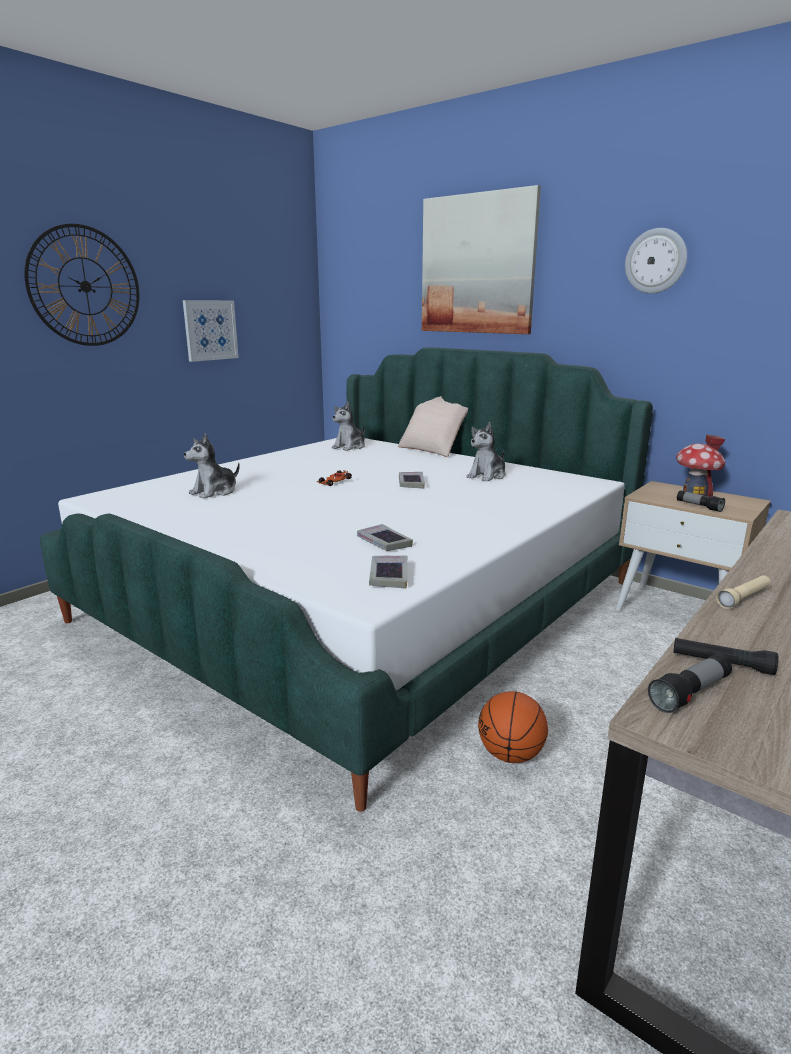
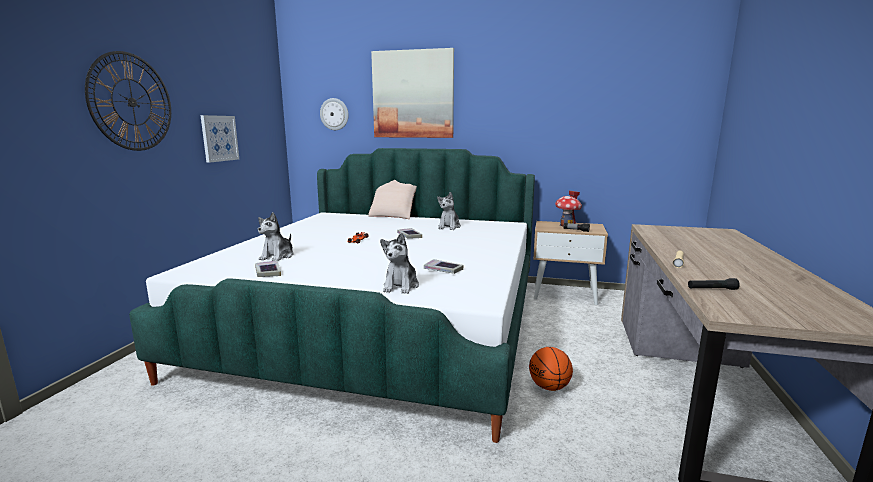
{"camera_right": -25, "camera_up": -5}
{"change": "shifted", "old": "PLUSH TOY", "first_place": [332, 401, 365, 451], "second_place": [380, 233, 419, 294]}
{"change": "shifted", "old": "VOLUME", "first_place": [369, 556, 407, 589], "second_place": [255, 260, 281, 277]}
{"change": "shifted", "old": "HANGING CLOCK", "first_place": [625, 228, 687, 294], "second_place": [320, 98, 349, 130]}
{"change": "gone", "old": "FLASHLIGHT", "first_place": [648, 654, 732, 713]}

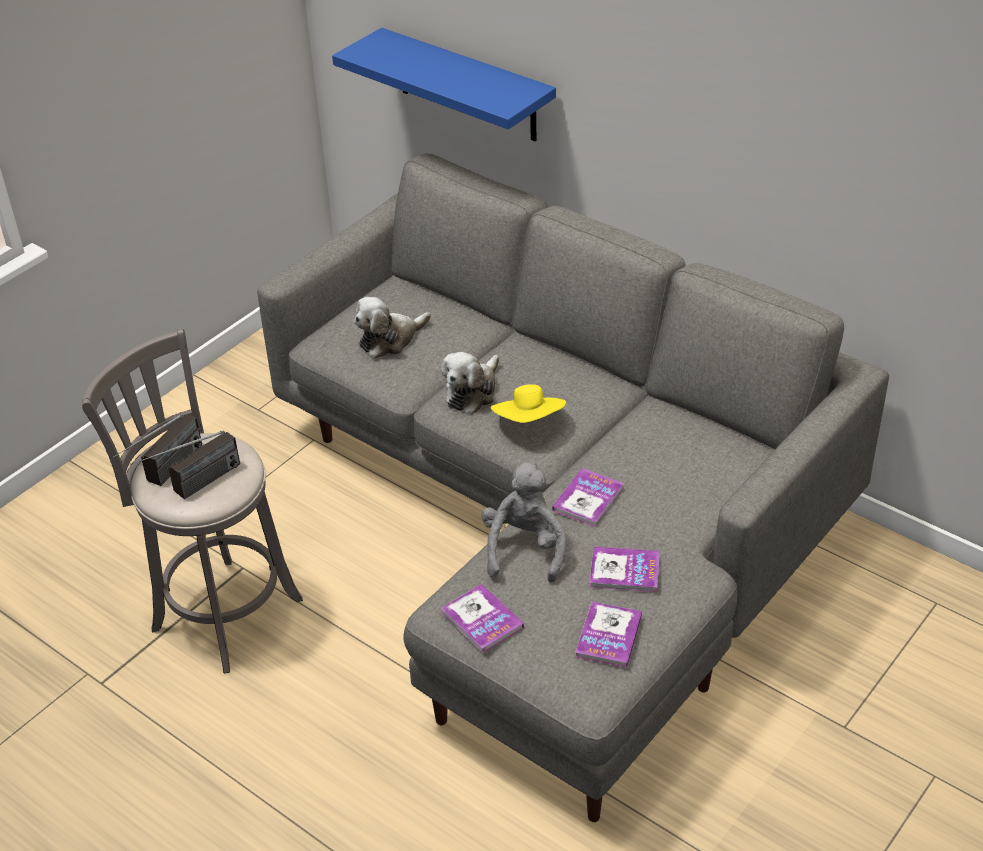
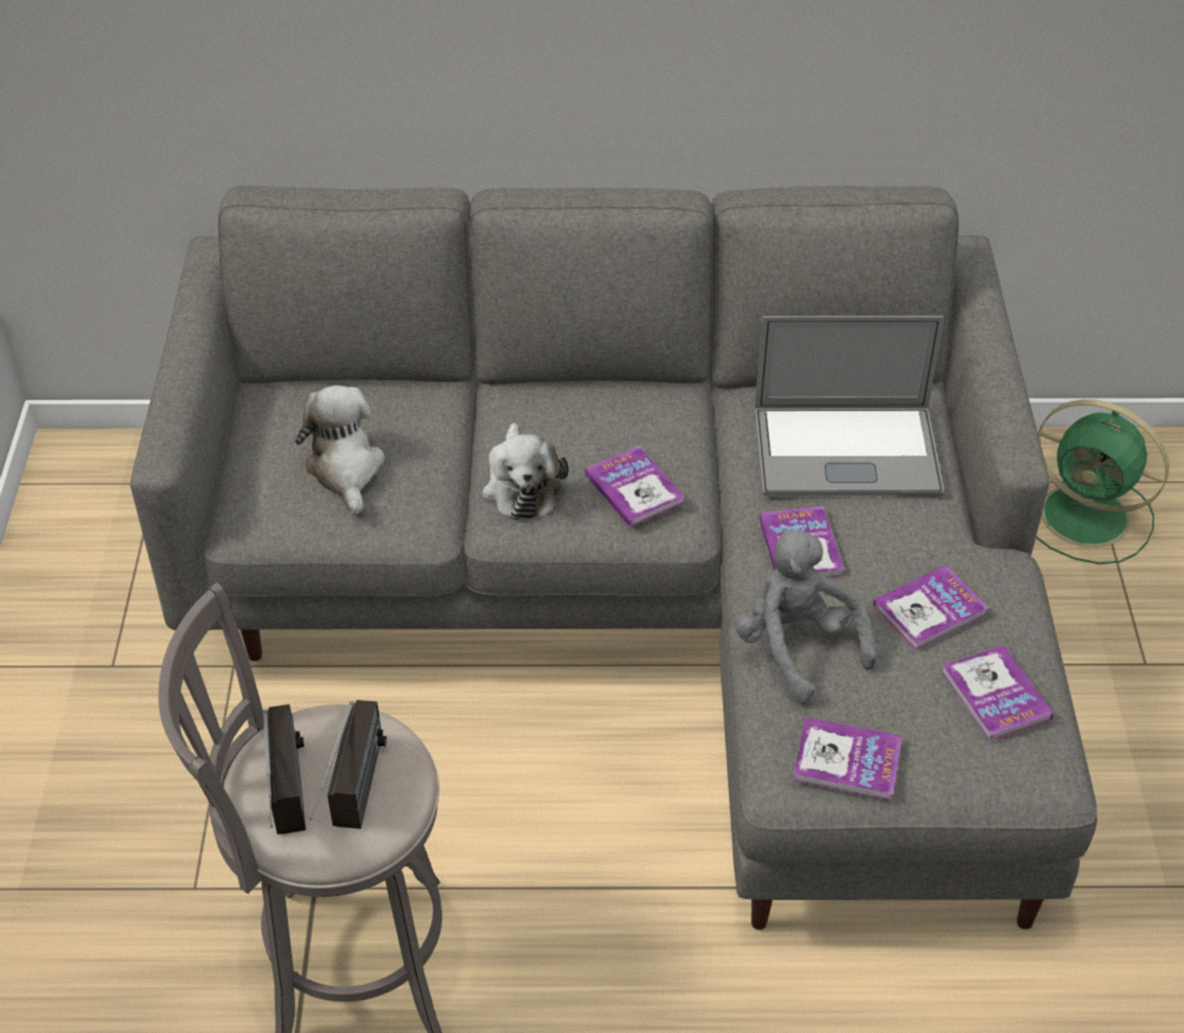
{"camera_right": -40, "camera_up": 5}
{"change": "gone", "old": "BLUE BRACKET SHELF", "first_place": [332, 28, 556, 141]}
{"change": "rotated", "old": "PLUSH TOY", "first_place": [354, 297, 431, 358], "second_place": [295, 385, 385, 516], "degrees": 150}
{"change": "swapped", "old": "YELLOW HAT", "new": "VOLUME", "first_place": [491, 384, 566, 423], "second_place": [585, 446, 685, 527]}
{"change": "new", "new": "LAPTOP", "second_place": [755, 316, 944, 496]}
{"change": "new", "new": "GREEN FAN", "second_place": [1036, 399, 1169, 564]}

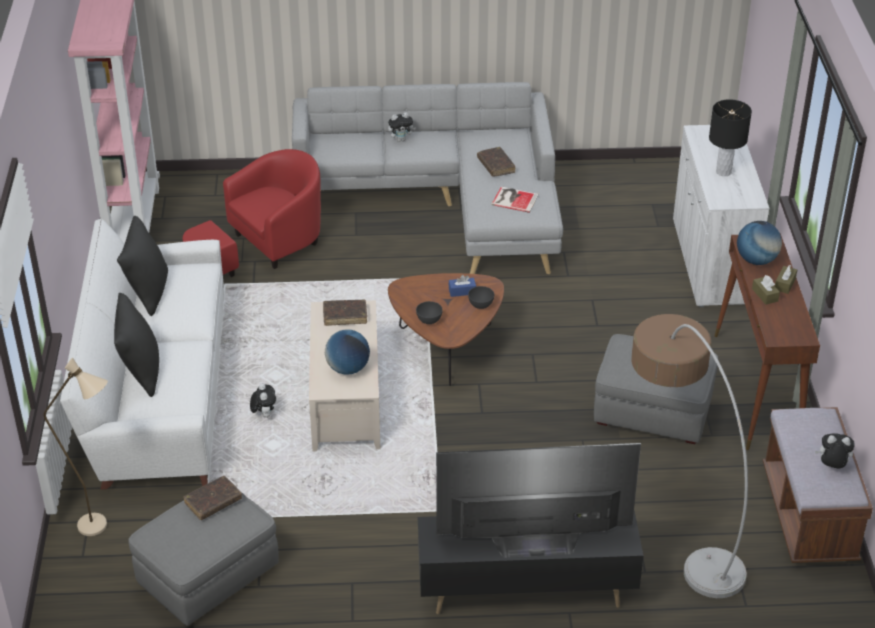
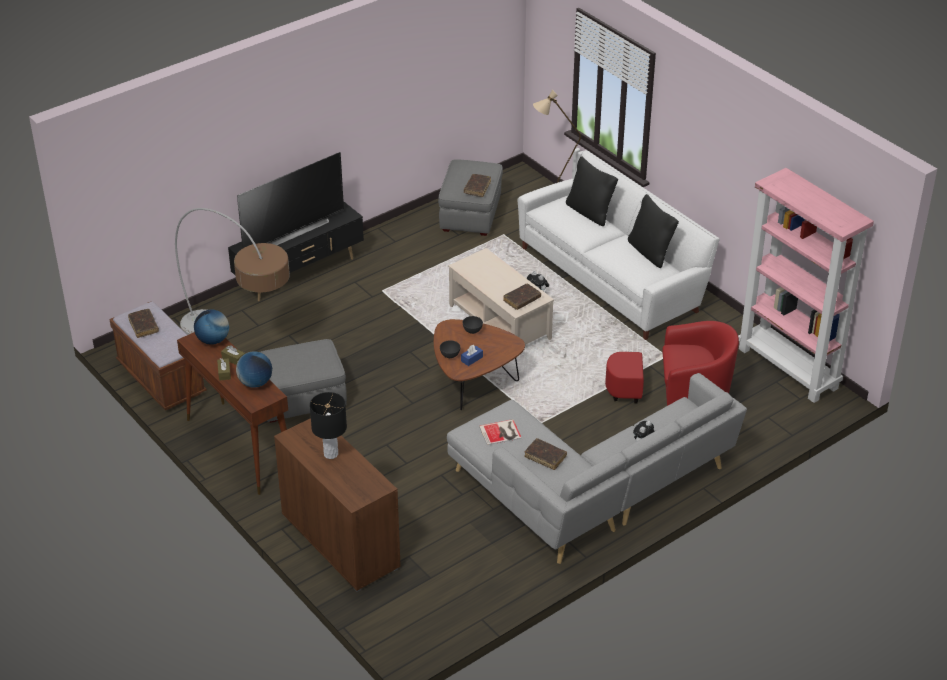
{"camera_right": 145, "camera_up": 0}
{"change": "rotated", "old": "RED-COLOURED EASY CHAIR", "first_place": [183, 149, 321, 277], "second_place": [605, 321, 739, 406], "degrees": -105}
{"change": "shifted", "old": "DESK GLOBE", "first_place": [325, 329, 370, 375], "second_place": [194, 309, 229, 345]}
{"change": "repainted", "old": "WHITE-COLOURED STORAGE CABINET", "new": "BROWN-COLOURED STORAGE CABINET", "first_place": [673, 125, 769, 307], "second_place": [274, 418, 401, 592]}
{"change": "swapped", "old": "PLUSH TOY", "new": "BROWN-COLOURED VOLUME", "first_place": [815, 433, 855, 469], "second_place": [128, 309, 159, 338]}

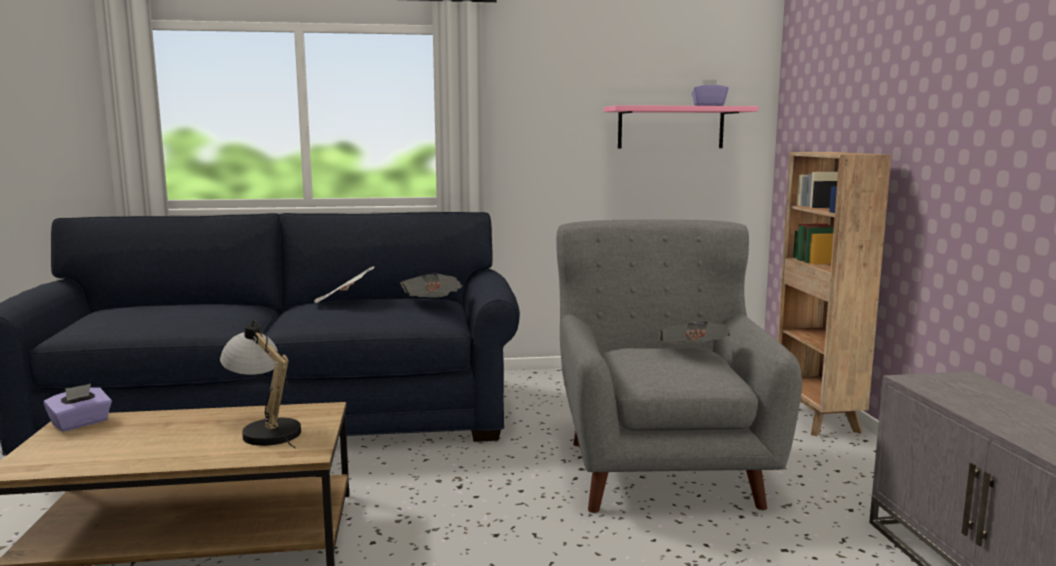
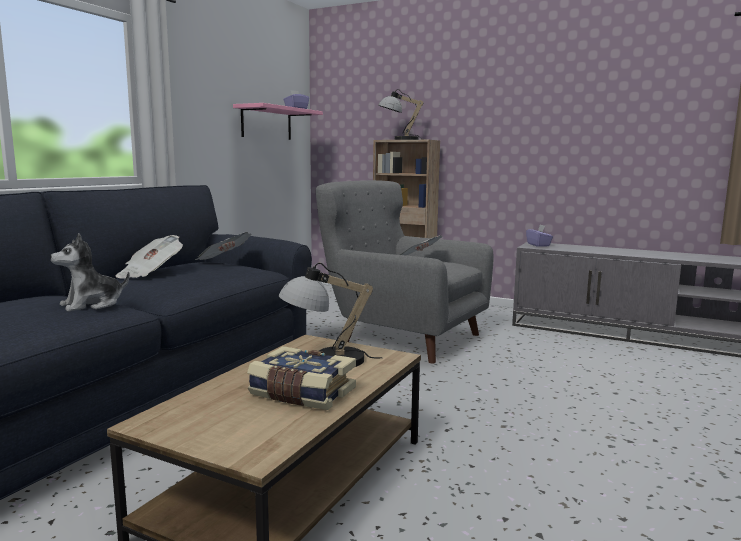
{"camera_right": -55, "camera_up": 0}
{"change": "shifted", "old": "PURPLE TISSUE BOX", "first_place": [43, 384, 112, 432], "second_place": [526, 225, 553, 247]}
{"change": "new", "new": "PLUSH TOY", "second_place": [50, 233, 130, 312]}
{"change": "new", "new": "VOLUME", "second_place": [247, 346, 356, 410]}
{"change": "new", "new": "TABLE LAMP", "second_place": [379, 89, 428, 140]}

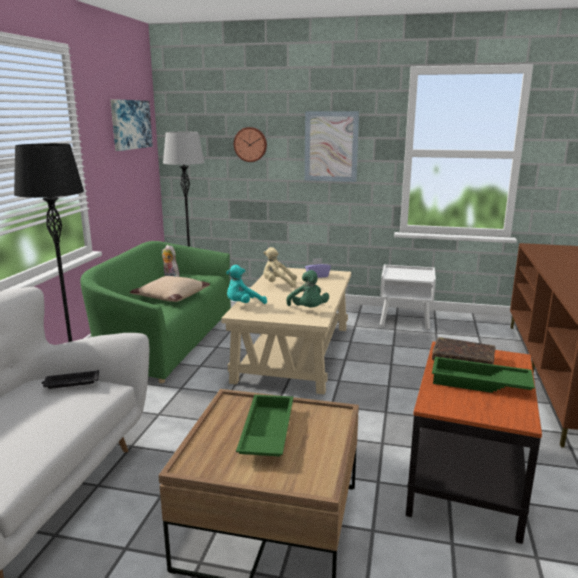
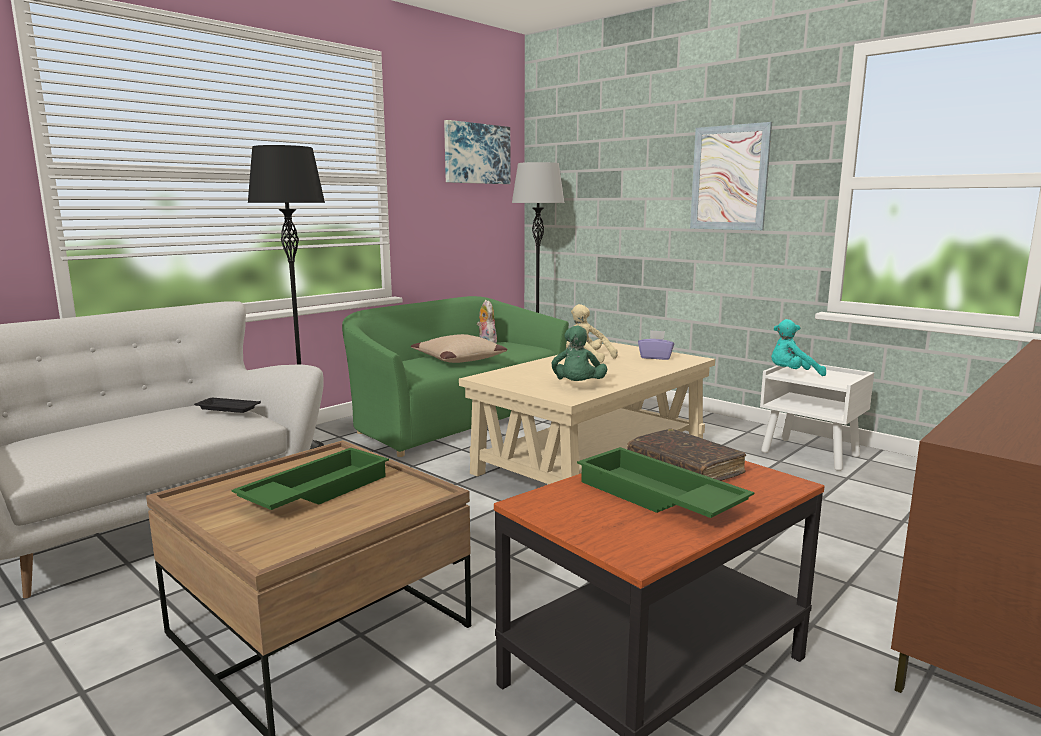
{"camera_right": 30, "camera_up": -5}
{"change": "shifted", "old": "TURQUOISE PLUSH TOY", "first_place": [226, 265, 267, 304], "second_place": [771, 319, 826, 376]}
{"change": "gone", "old": "HANGING CLOCK", "first_place": [234, 127, 267, 162]}

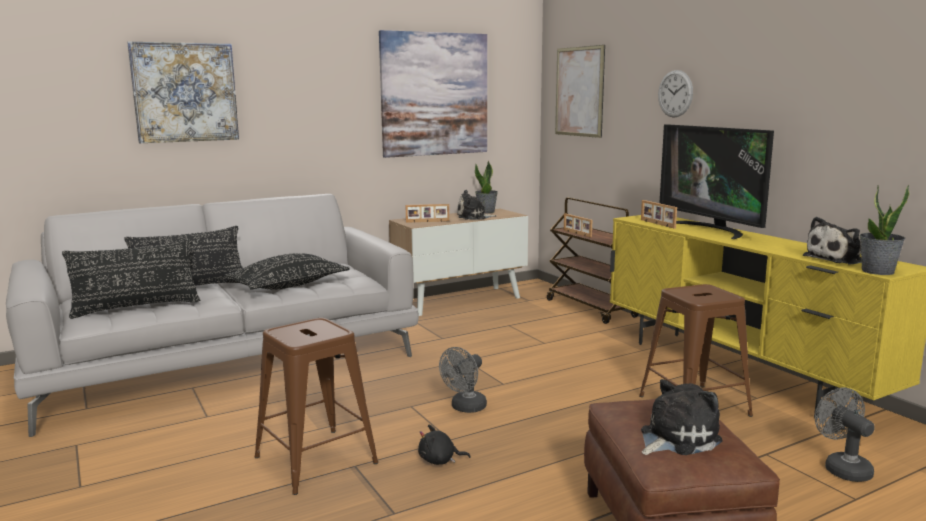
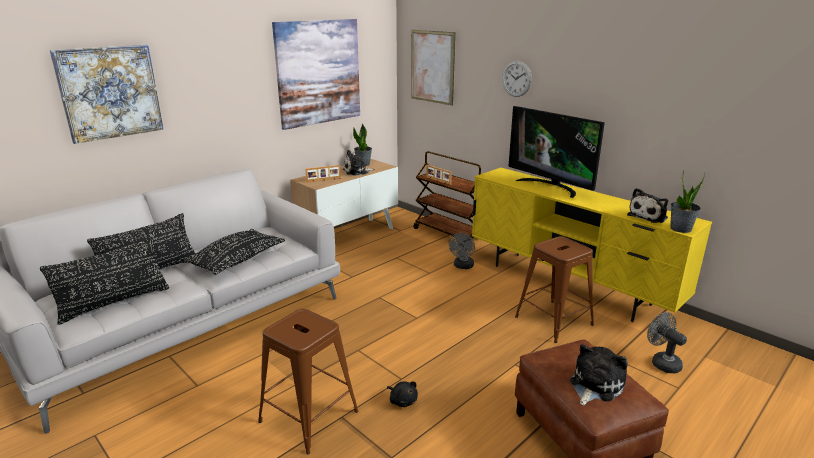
{"camera_right": -15, "camera_up": 10}
{"change": "rotated", "old": "BLACKISH PLUSH TOY", "first_place": [418, 424, 471, 465], "second_place": [387, 381, 418, 407], "degrees": -120}
{"change": "shifted", "old": "GREY FAN", "first_place": [439, 347, 487, 413], "second_place": [449, 233, 475, 269]}
{"change": "gone", "old": "STANDING FRAME", "first_place": [641, 200, 677, 229]}

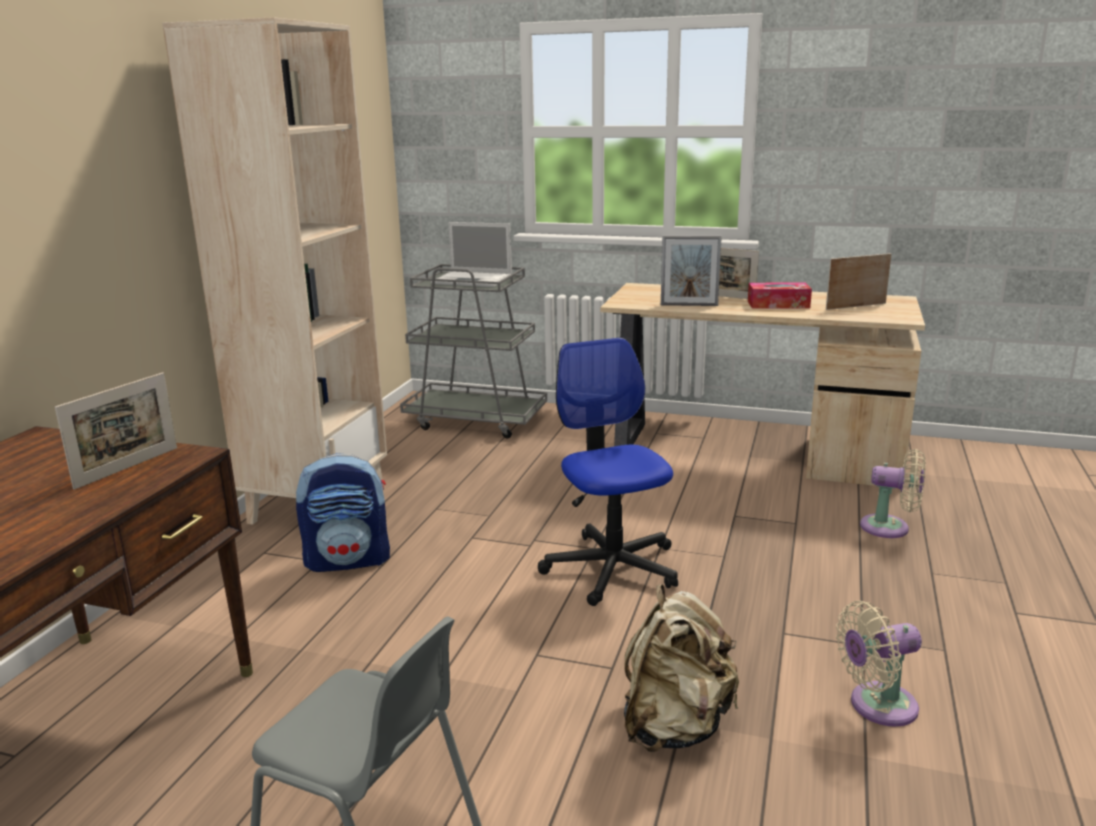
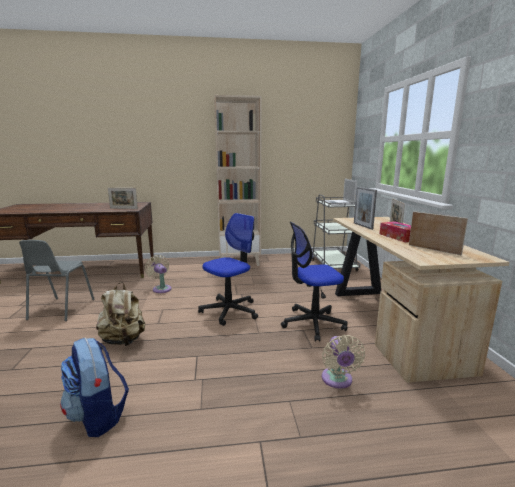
{"camera_right": 65, "camera_up": -5}
{"change": "shifted", "old": "KNAPSACK", "first_place": [296, 453, 390, 572], "second_place": [60, 338, 129, 437]}
{"change": "shifted", "old": "SAND-COLOURED FAN", "first_place": [836, 601, 922, 727], "second_place": [145, 255, 172, 293]}
{"change": "new", "new": "COMPUTER CHAIR", "second_place": [281, 221, 348, 342]}

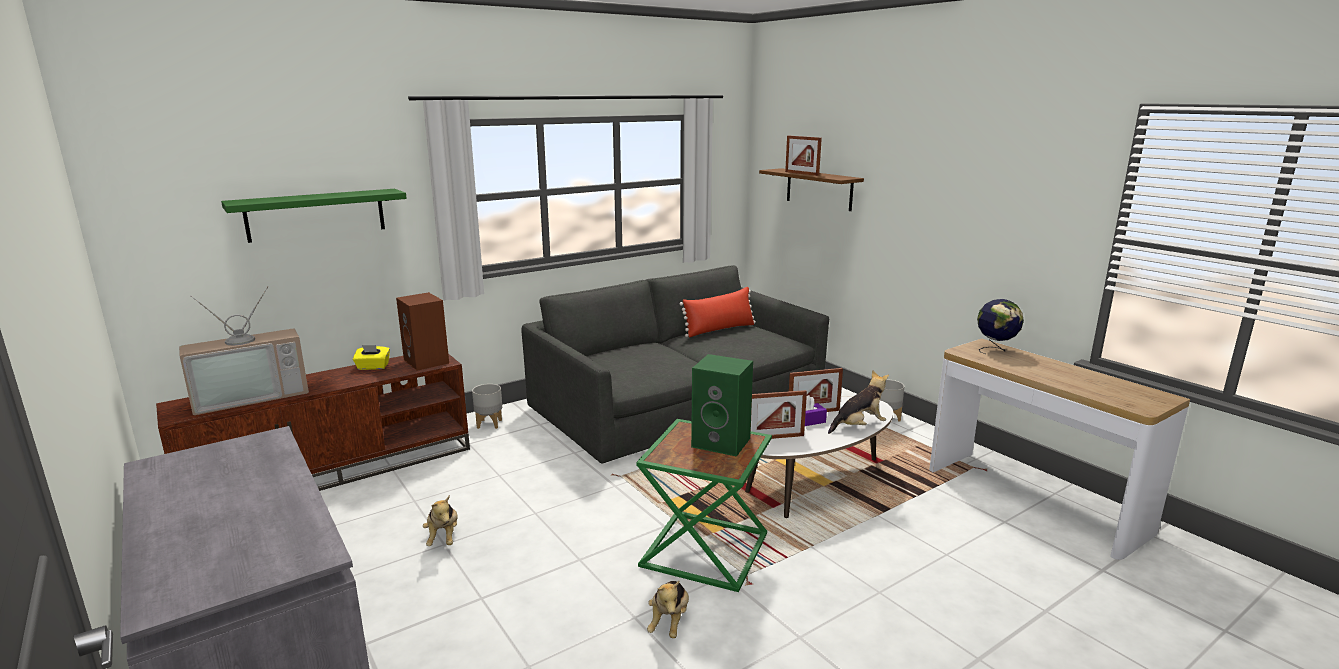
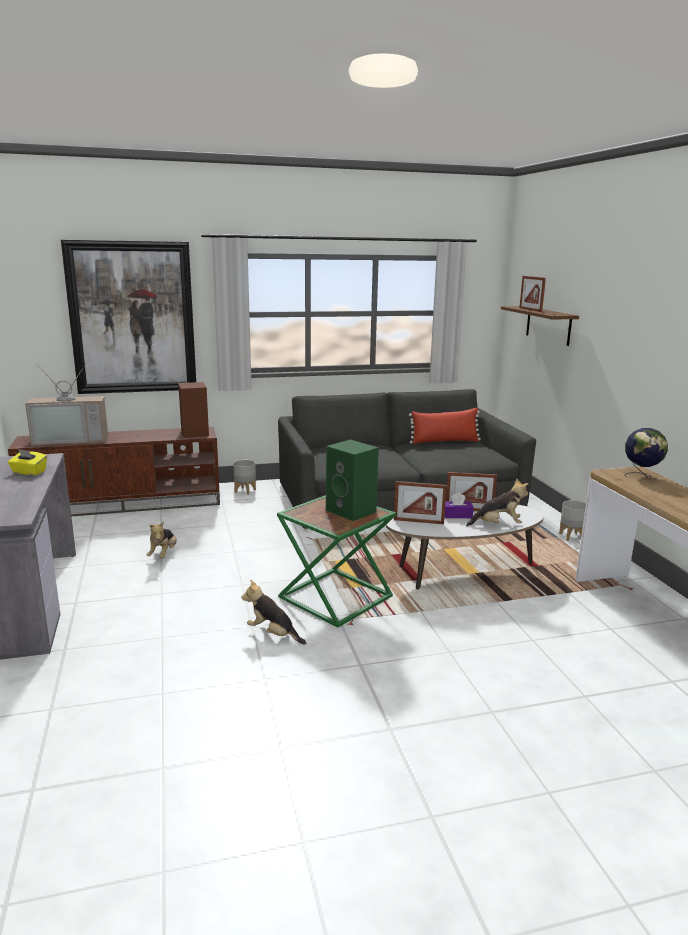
{"camera_right": 20, "camera_up": 0}
{"change": "swapped", "old": "GREEN BRACKET SHELF", "new": "WALL PICTURE", "first_place": [221, 189, 407, 243], "second_place": [61, 240, 196, 394]}
{"change": "shifted", "old": "YELLOW TISSUE BOX", "first_place": [353, 345, 390, 370], "second_place": [8, 449, 47, 475]}
{"change": "rotated", "old": "PLUSH TOY", "first_place": [647, 580, 689, 638], "second_place": [241, 580, 306, 645], "degrees": 90}

